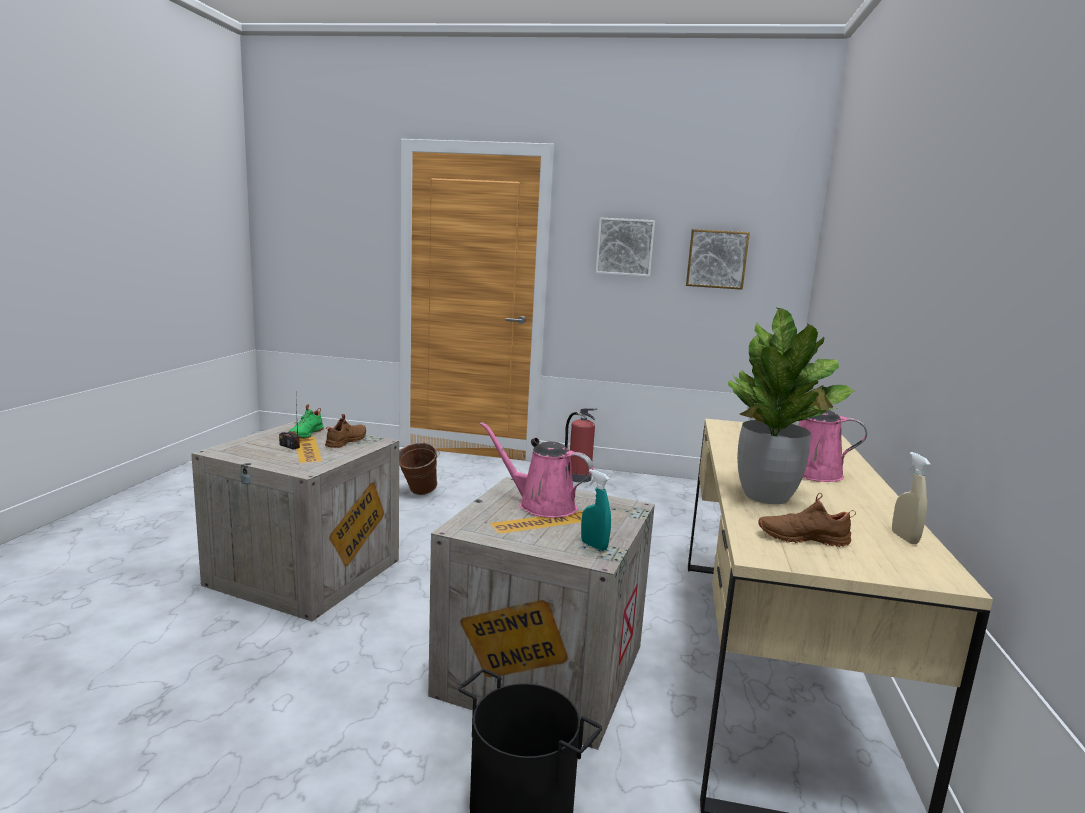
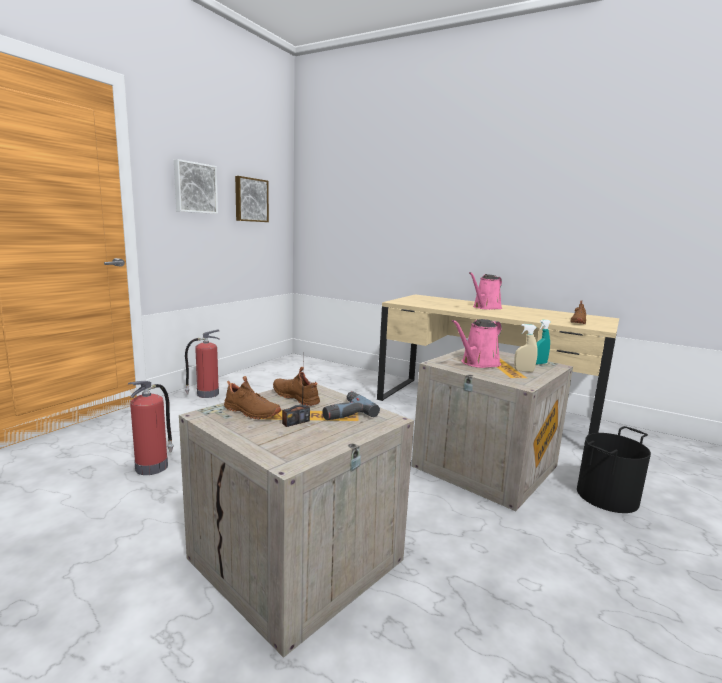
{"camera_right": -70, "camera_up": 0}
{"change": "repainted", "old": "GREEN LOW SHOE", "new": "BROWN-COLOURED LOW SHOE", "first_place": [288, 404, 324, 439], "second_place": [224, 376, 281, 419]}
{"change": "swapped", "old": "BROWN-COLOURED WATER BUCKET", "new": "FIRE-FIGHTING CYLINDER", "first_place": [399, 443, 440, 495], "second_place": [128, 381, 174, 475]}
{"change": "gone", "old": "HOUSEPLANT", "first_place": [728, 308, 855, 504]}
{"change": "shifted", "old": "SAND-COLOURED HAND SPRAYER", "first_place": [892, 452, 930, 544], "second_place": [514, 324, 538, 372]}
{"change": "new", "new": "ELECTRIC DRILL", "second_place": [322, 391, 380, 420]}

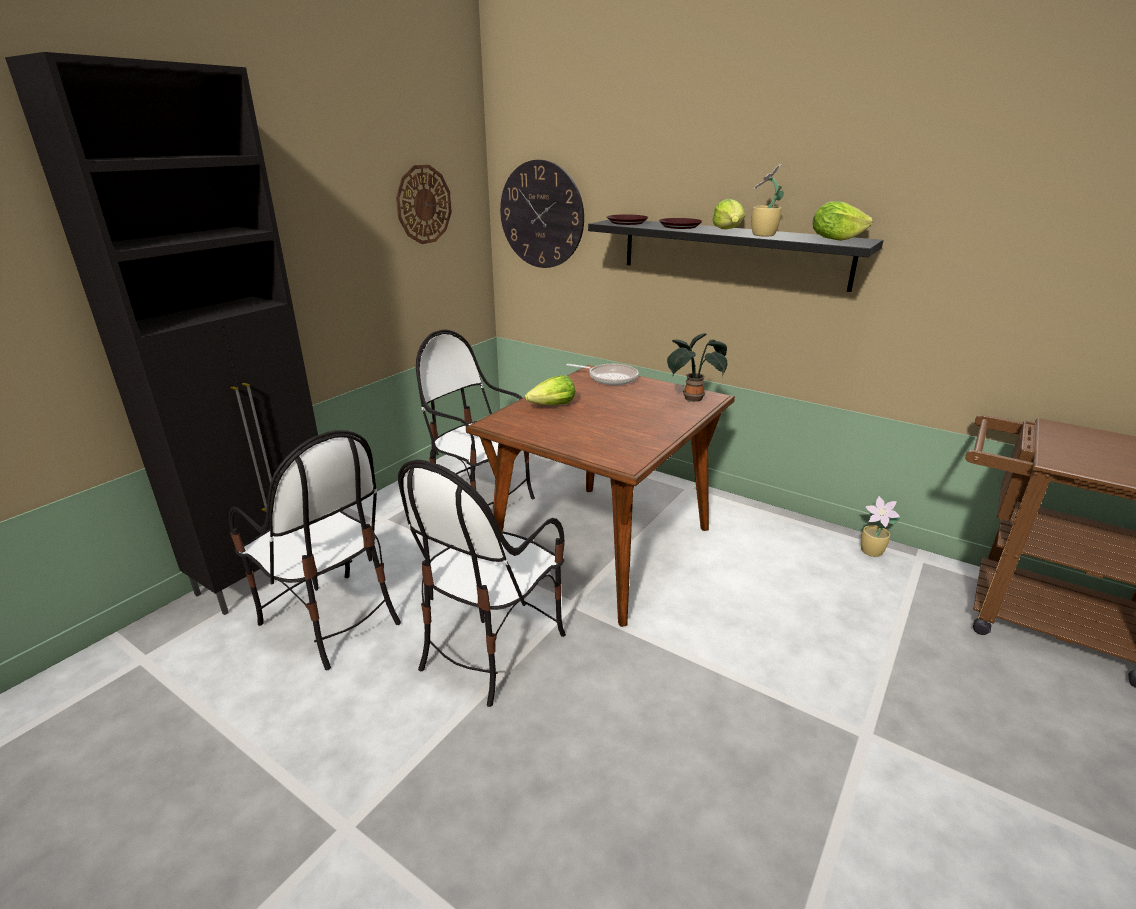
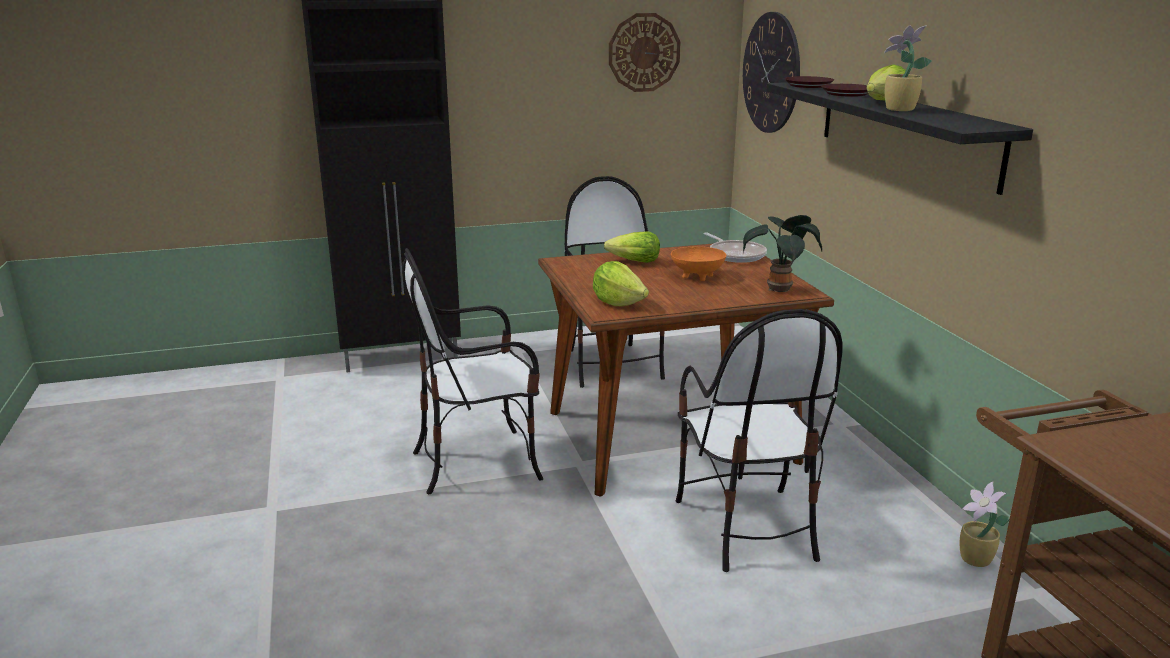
{"camera_right": 40, "camera_up": -5}
{"change": "shifted", "old": "UPRIGHT CHAIR", "first_place": [229, 430, 401, 670], "second_place": [676, 309, 842, 572]}
{"change": "shifted", "old": "LETTUCE", "first_place": [813, 201, 873, 241], "second_place": [593, 261, 649, 307]}
{"change": "new", "new": "ORANGE-COLOURED SERVING BOWL", "second_place": [671, 246, 726, 281]}

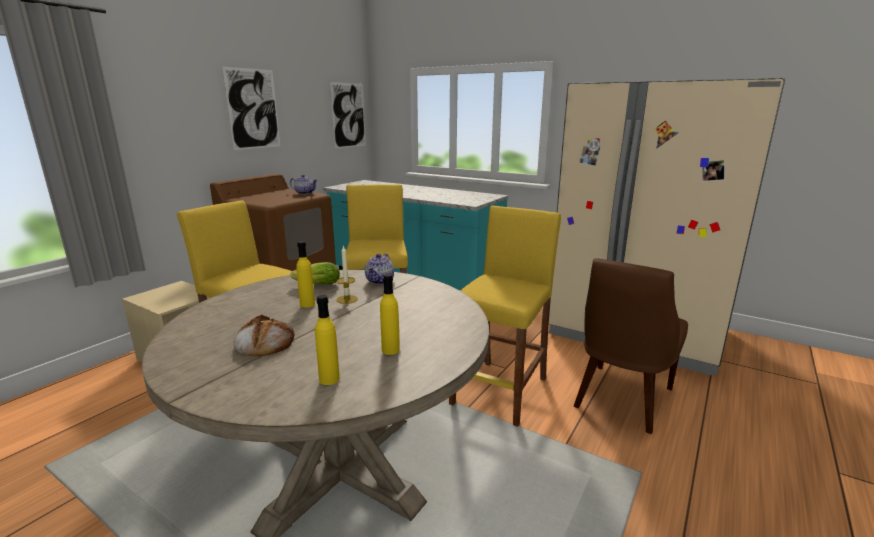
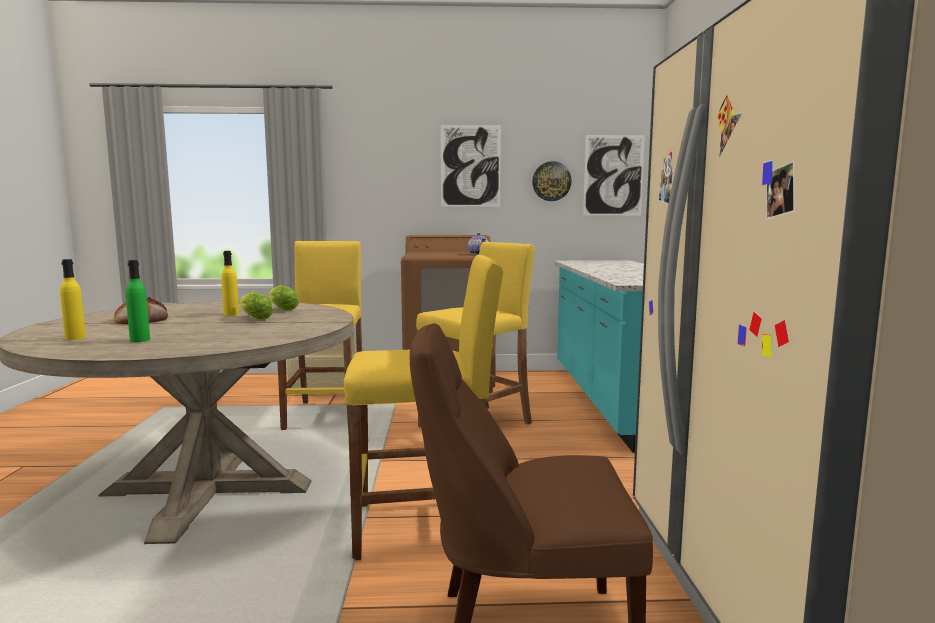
{"camera_right": 55, "camera_up": -10}
{"change": "swapped", "old": "WAX CANDLE", "new": "LETTUCE", "first_place": [336, 245, 358, 304], "second_place": [240, 292, 273, 320]}
{"change": "gone", "old": "POT FOR TEA", "first_place": [365, 253, 394, 284]}
{"change": "repainted", "old": "YELLOW BOTTLE", "new": "GREEN BOTTLE", "first_place": [380, 274, 400, 355], "second_place": [126, 260, 150, 342]}
{"change": "new", "new": "HANGING CLOCK", "second_place": [532, 161, 572, 201]}

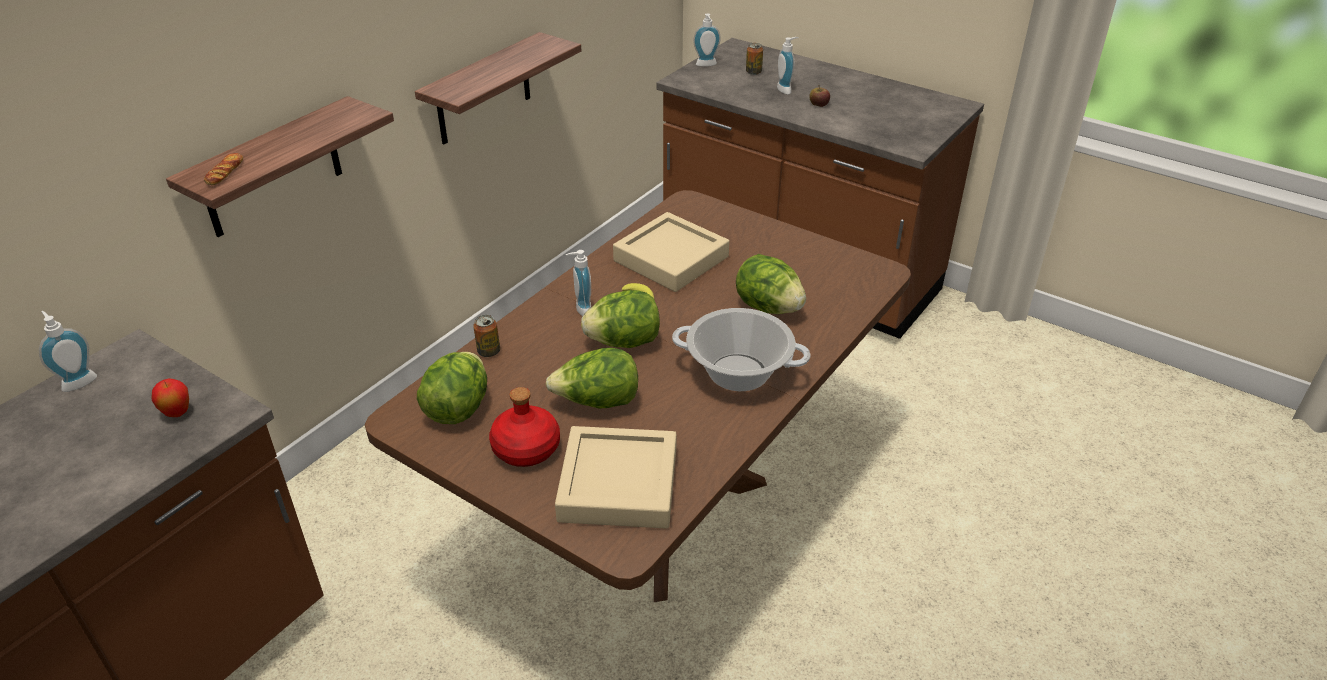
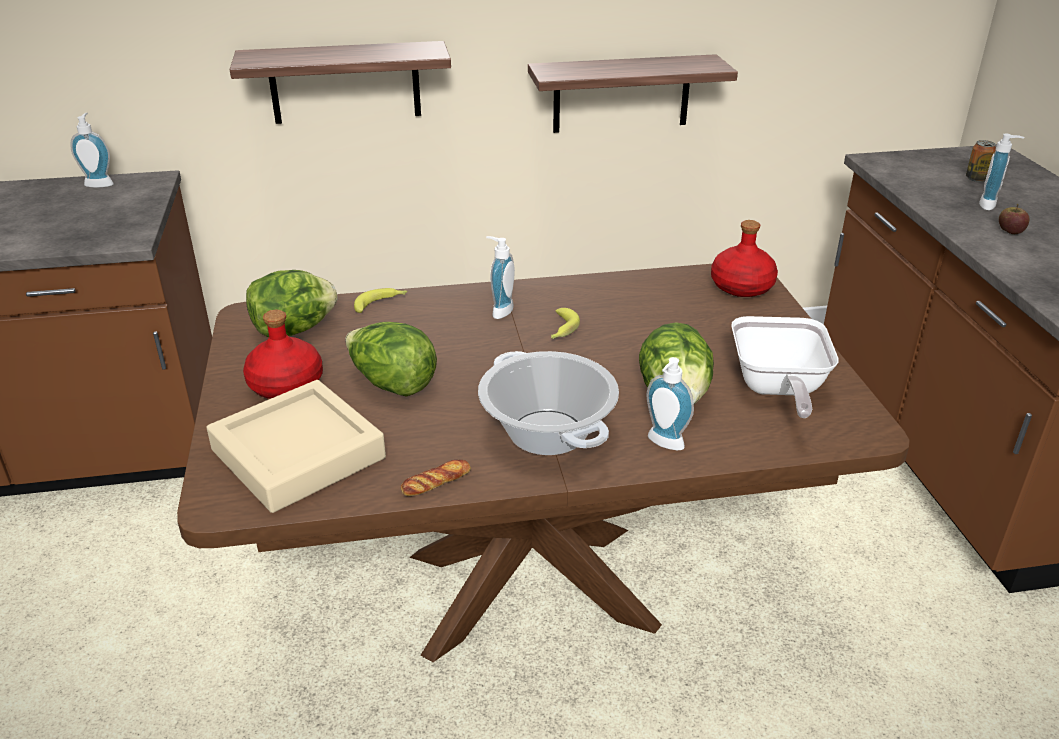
{"camera_right": 45, "camera_up": -5}
{"change": "gone", "old": "APPLE FRUIT", "first_place": [152, 378, 189, 417]}
{"change": "shifted", "old": "BAKERY BREAD", "first_place": [204, 153, 243, 185], "second_place": [401, 460, 471, 496]}
{"change": "swapped", "old": "CAN", "new": "BANANA", "first_place": [473, 315, 500, 357], "second_place": [354, 288, 407, 313]}
{"change": "gone", "old": "LETTUCE", "first_place": [581, 290, 660, 348]}
{"change": "gone", "old": "SAND-COLOURED CARRYING TRAY", "first_place": [613, 212, 729, 292]}
{"change": "shifted", "old": "SOAP DISPENSER", "first_place": [693, 13, 721, 67], "second_place": [646, 357, 694, 450]}
{"change": "new", "new": "RED-COLOURED BOTTLE", "second_place": [711, 220, 778, 297]}
{"change": "new", "new": "PAN", "second_place": [731, 316, 839, 418]}

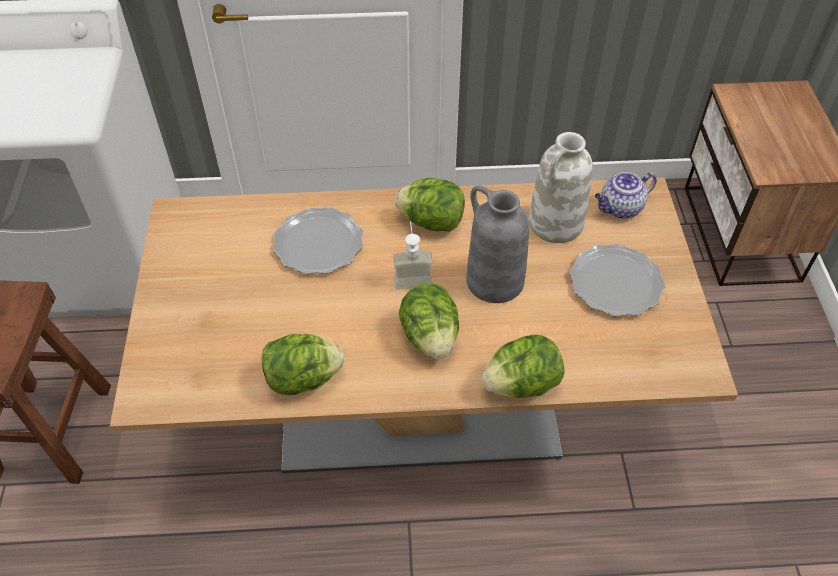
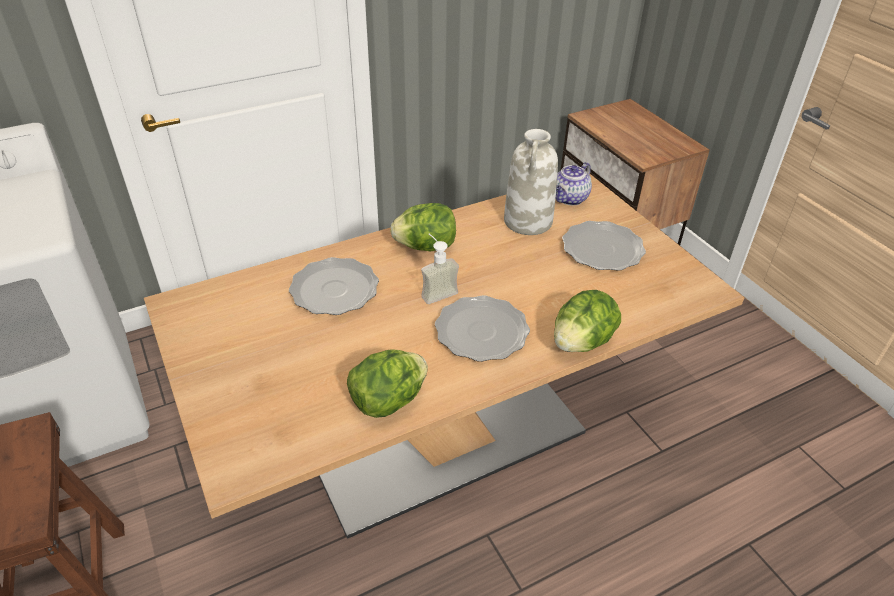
{"camera_right": -25, "camera_up": -10}
{"change": "swapped", "old": "LETTUCE", "new": "PLATE", "first_place": [399, 283, 459, 359], "second_place": [435, 295, 530, 362]}
{"change": "gone", "old": "GREY DECORATIVE VASE", "first_place": [466, 185, 529, 303]}

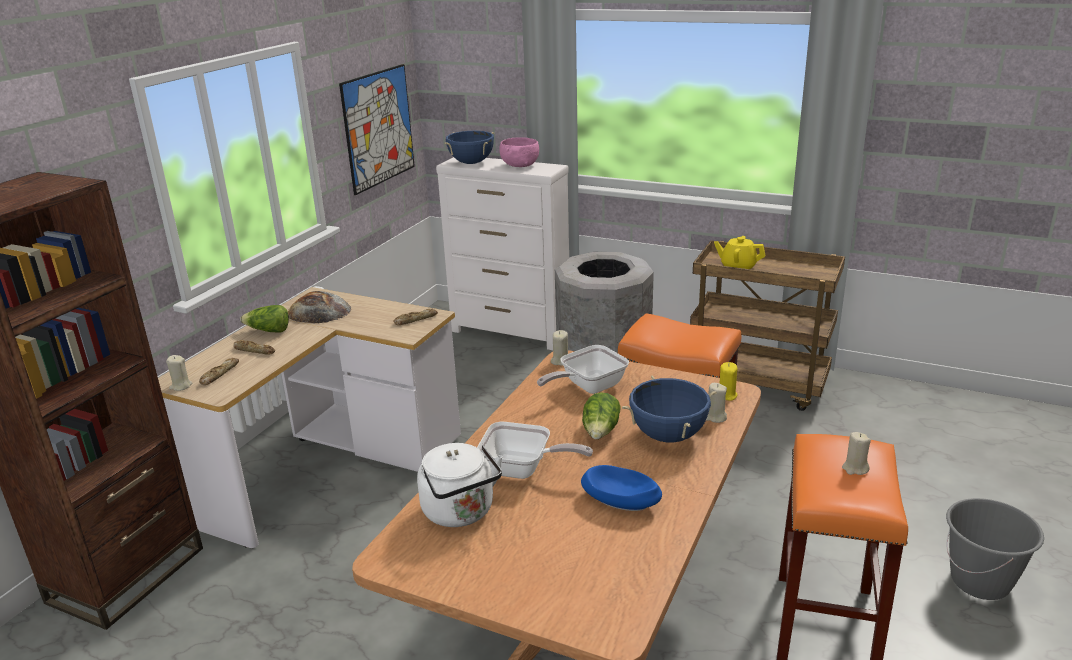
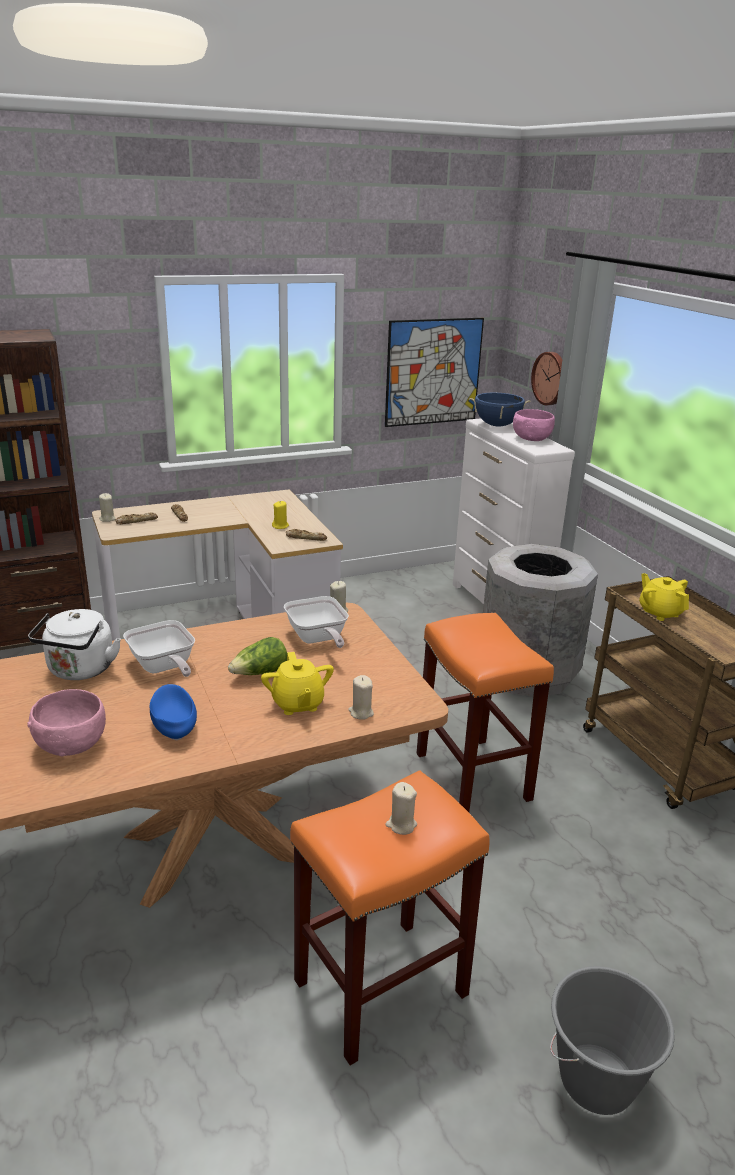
{"camera_right": 40, "camera_up": 0}
{"change": "gone", "old": "LETTUCE", "first_place": [240, 305, 289, 333]}
{"change": "gone", "old": "BAKERY BREAD", "first_place": [288, 291, 351, 323]}
{"change": "rotated", "old": "PAN", "first_place": [537, 345, 629, 394], "second_place": [284, 596, 349, 648], "degrees": -120}
{"change": "swapped", "old": "BLUE STOCKPOT", "new": "YELLOW POT FOR TEA", "first_place": [622, 376, 717, 442], "second_place": [261, 652, 334, 715]}
{"change": "shifted", "old": "YELLOW WAX CANDLE", "first_place": [720, 362, 738, 401], "second_place": [272, 501, 289, 529]}
{"change": "new", "new": "PINK SERVING BOWL", "second_place": [27, 689, 106, 756]}
{"change": "new", "new": "HANGING CLOCK", "second_place": [531, 352, 563, 405]}

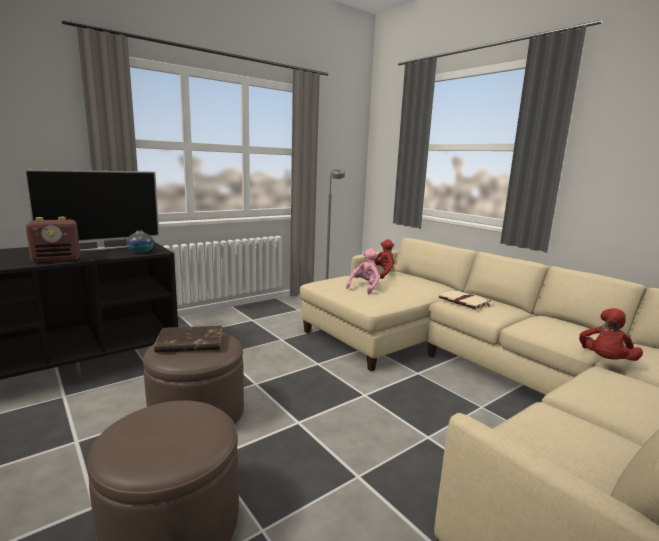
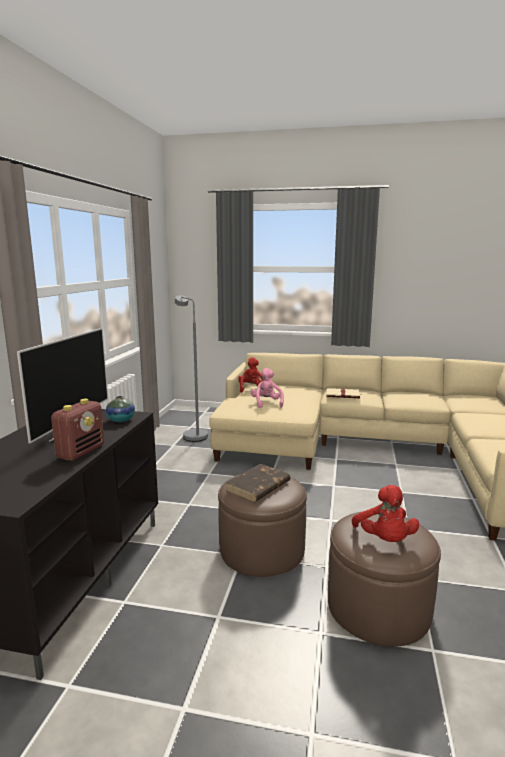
{"camera_right": -40, "camera_up": 0}
{"change": "shifted", "old": "RED-COLOURED PLUSH TOY", "first_place": [579, 308, 643, 361], "second_place": [352, 485, 419, 542]}

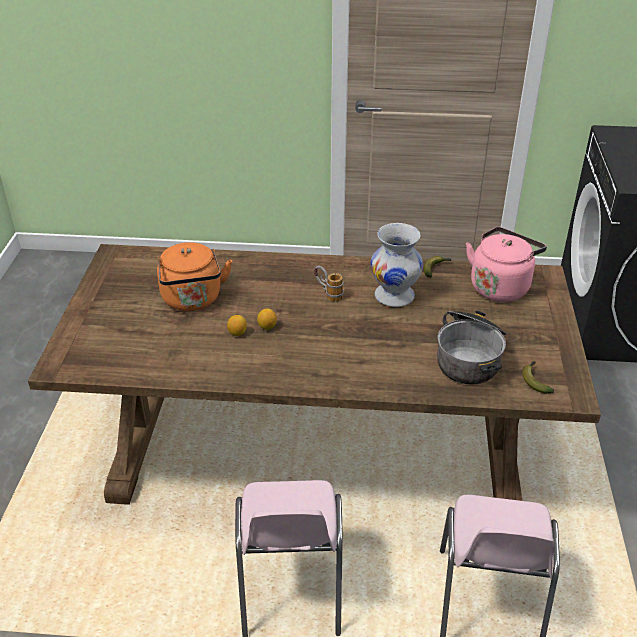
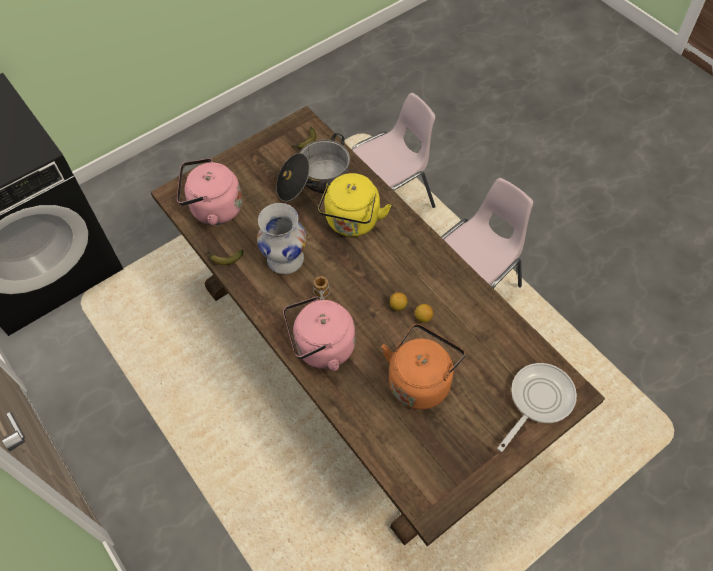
{"camera_right": -130, "camera_up": 20}
{"change": "new", "new": "PINK WATER KETTLE", "second_place": [283, 297, 356, 371]}
{"change": "new", "new": "YELLOW WATER KETTLE", "second_place": [318, 173, 391, 237]}
{"change": "new", "new": "PAN", "second_place": [497, 363, 577, 452]}

